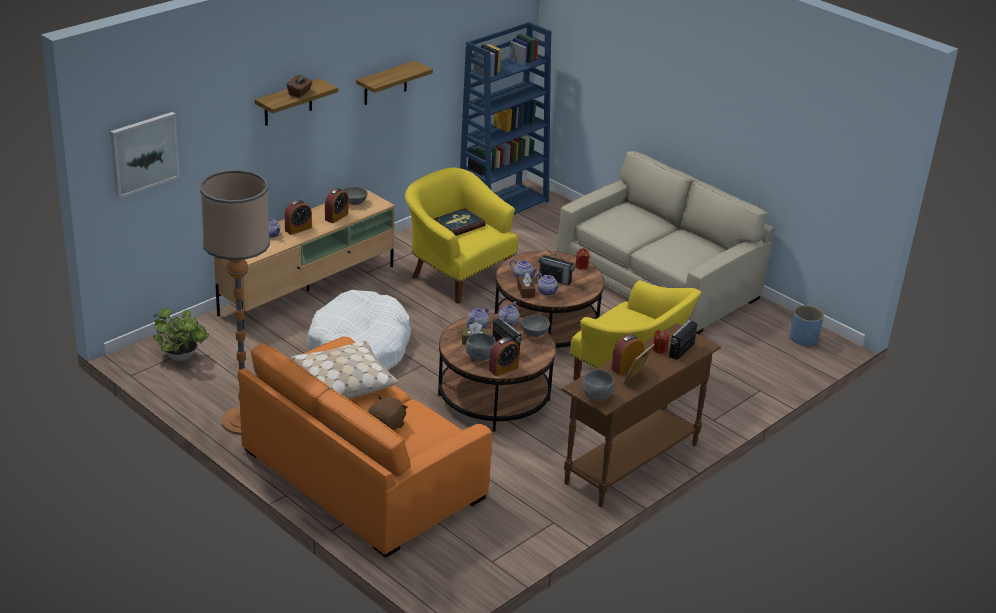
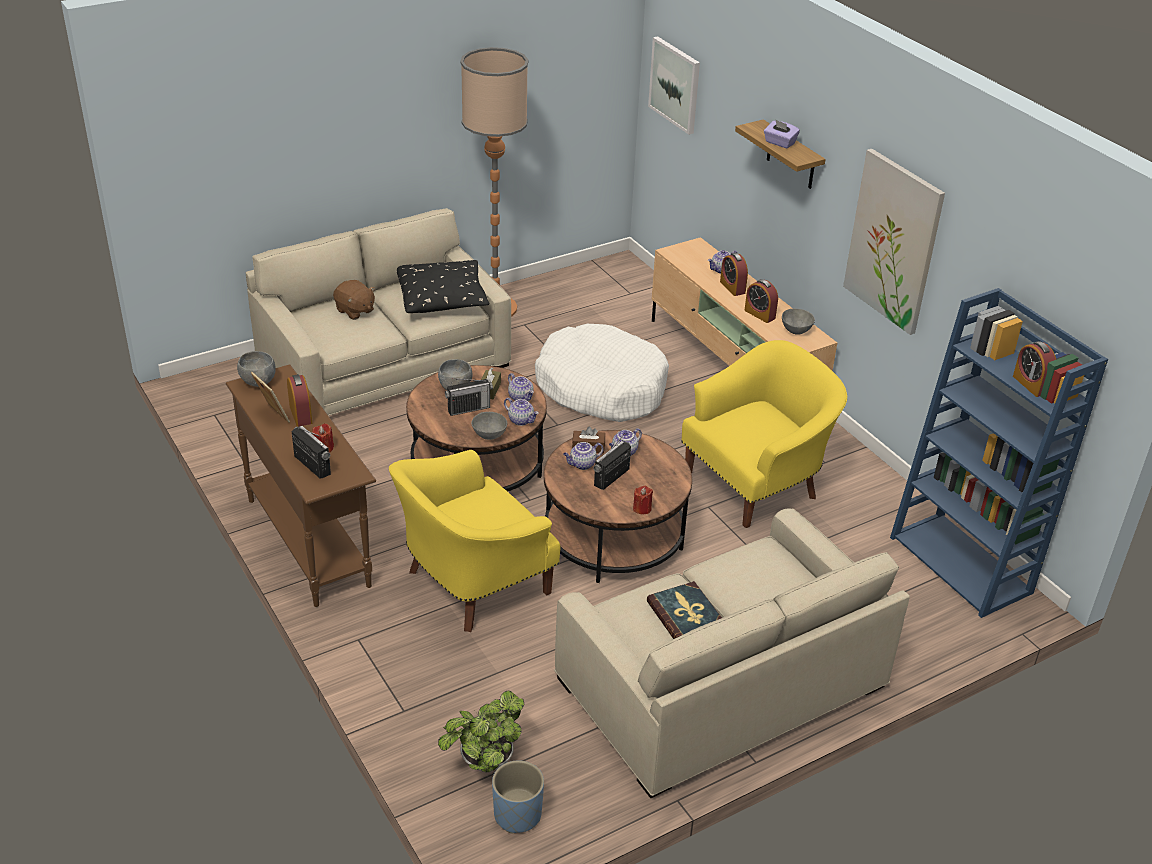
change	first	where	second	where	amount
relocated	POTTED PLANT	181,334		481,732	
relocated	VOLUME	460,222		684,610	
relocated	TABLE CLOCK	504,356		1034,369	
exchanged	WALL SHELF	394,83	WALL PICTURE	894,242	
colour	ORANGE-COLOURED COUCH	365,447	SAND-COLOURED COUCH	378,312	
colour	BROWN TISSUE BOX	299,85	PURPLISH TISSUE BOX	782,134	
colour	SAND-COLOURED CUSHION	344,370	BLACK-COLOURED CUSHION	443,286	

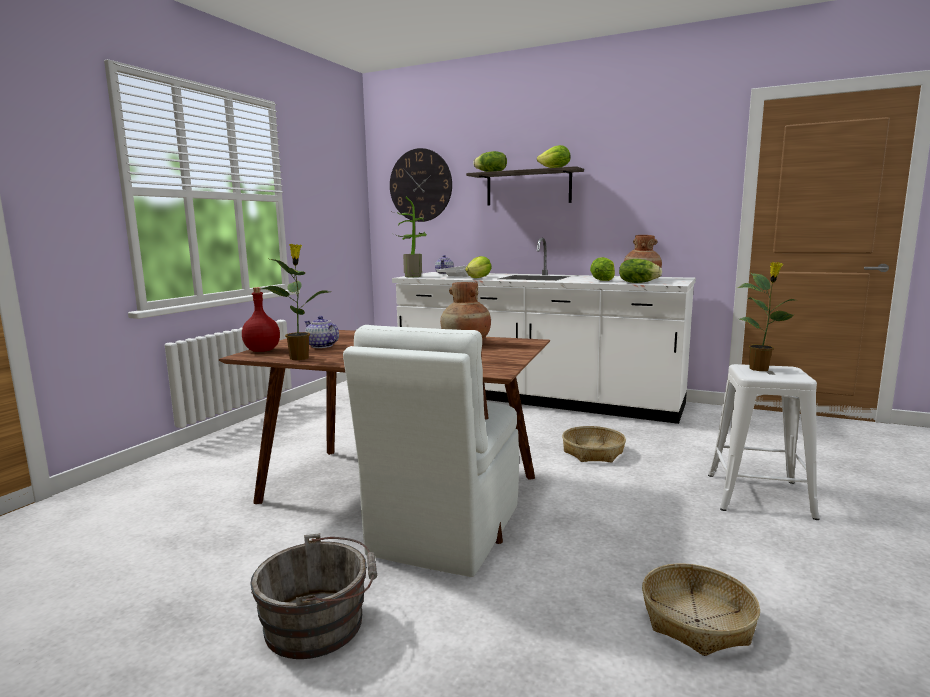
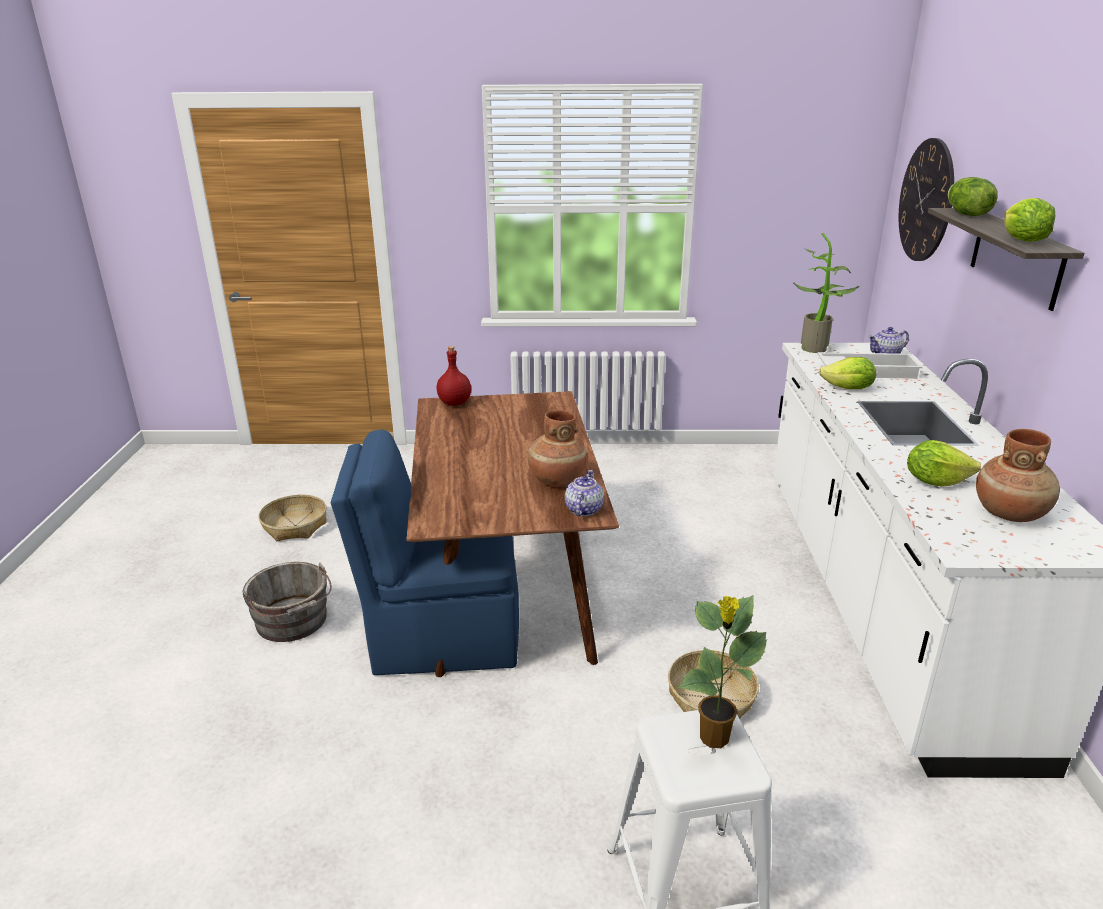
change	first	where	second	where	amount
missing	POTTED PLANT	295,302			
missing	HEAD OF LETTUCE	640,271			
relocated	TEA POT	321,332		584,493	
relocated	STORAGE BASKET	701,609		292,517	
colour	WHITE-COLOURED UPRIGHT CHAIR	431,451	BLUISH UPRIGHT CHAIR	425,552	

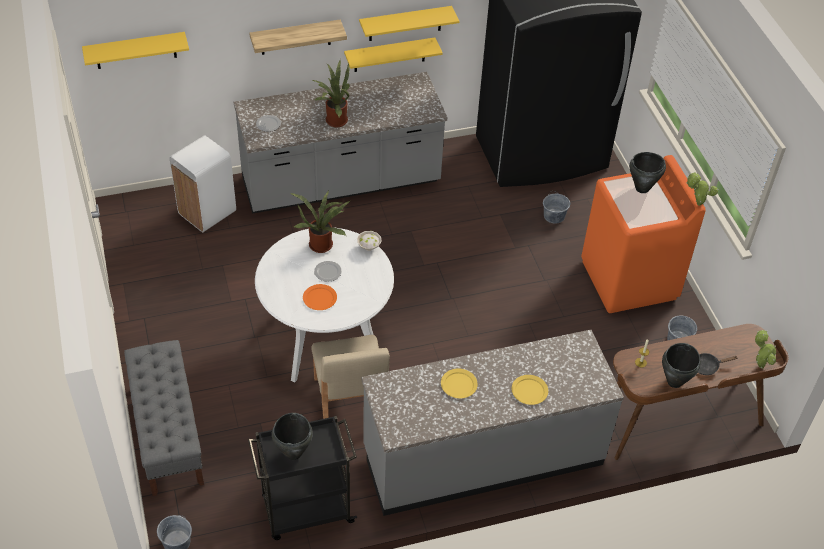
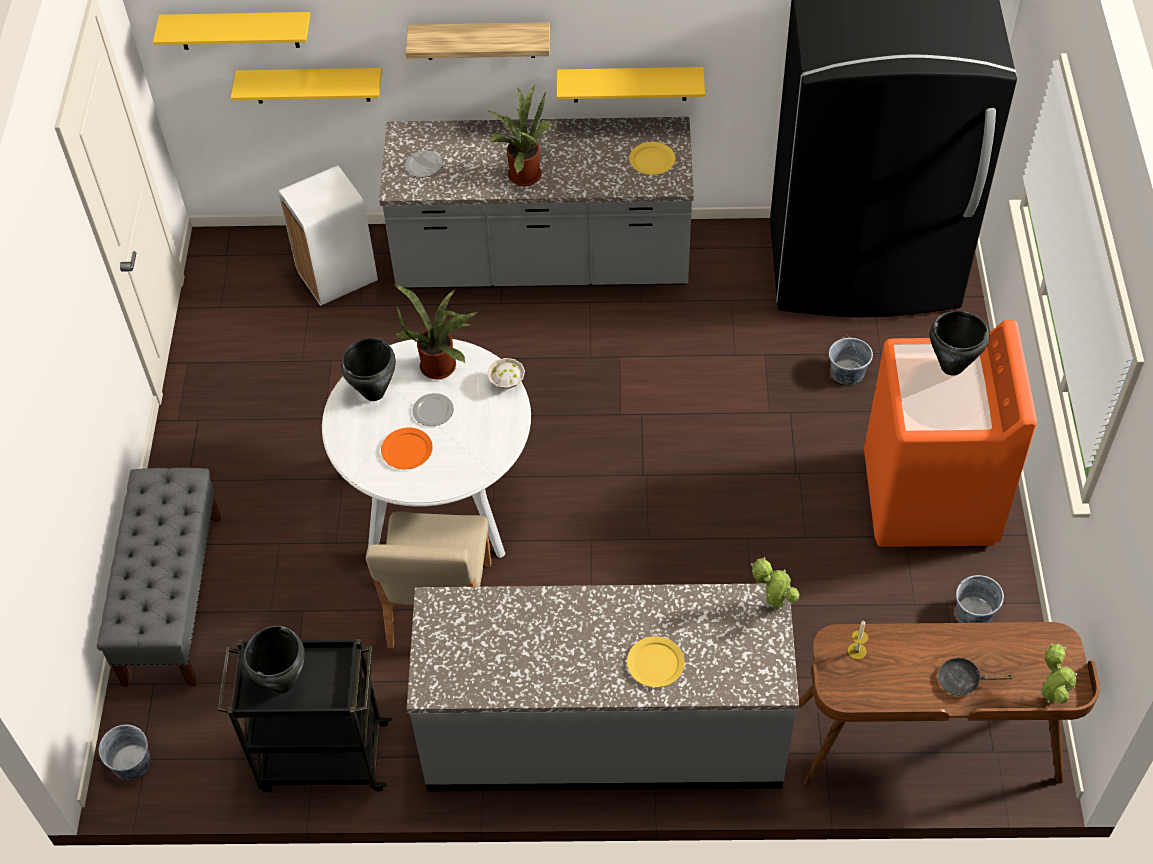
change	first	where	second	where	amount
relocated	YELLOWISH WALL SHELF	409,23		306,85	
relocated	YELLOWISH FLAT DISH	459,383		652,158	
relocated	BLACK-COLOURED SAUCEPOT	681,365		368,369	
relocated	POTTED PLANT	702,189		775,583	

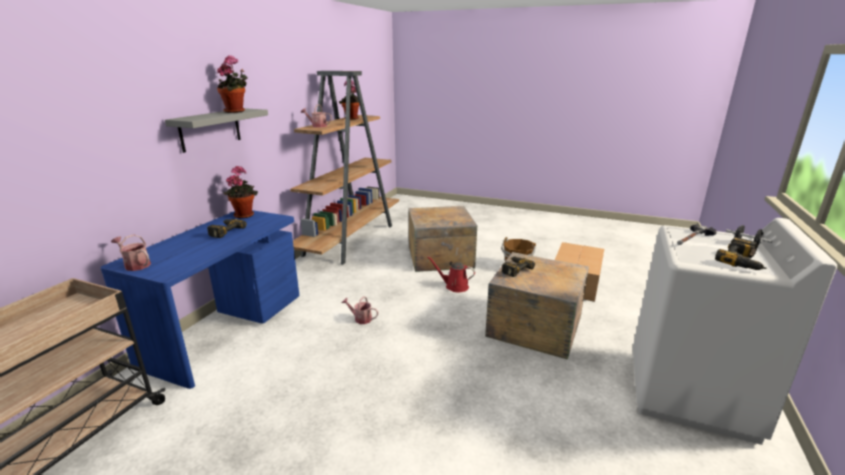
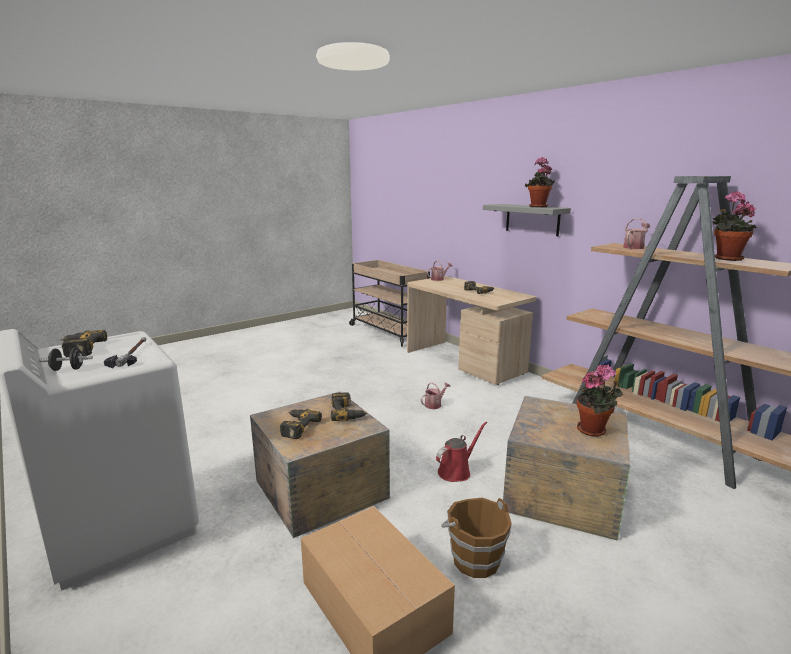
change	first	where	second	where	amount
appeared			DRILL	301,424	
relocated	POTTED PLANT	240,192		600,400	
colour	BLUISH DESK TABLE	200,299	SAND-COLOURED DESK TABLE	471,330	

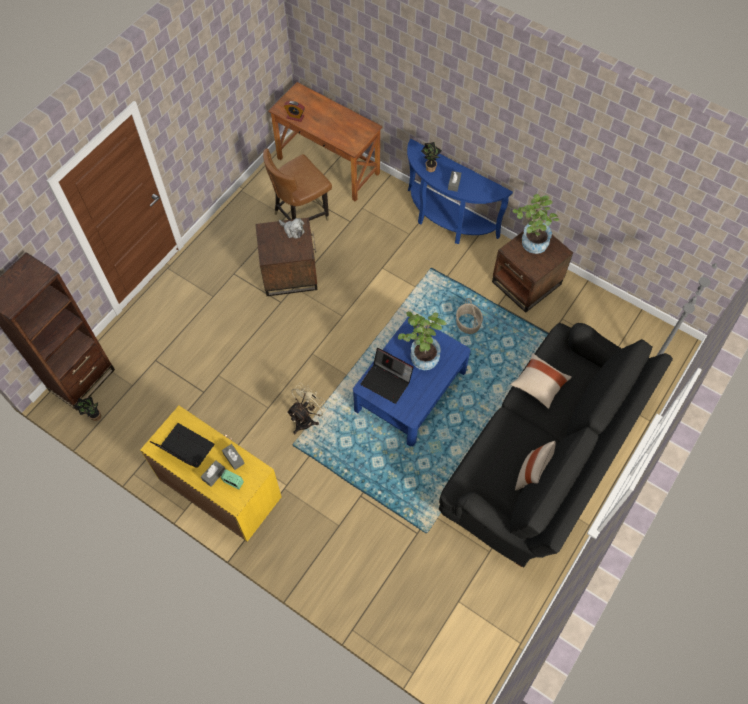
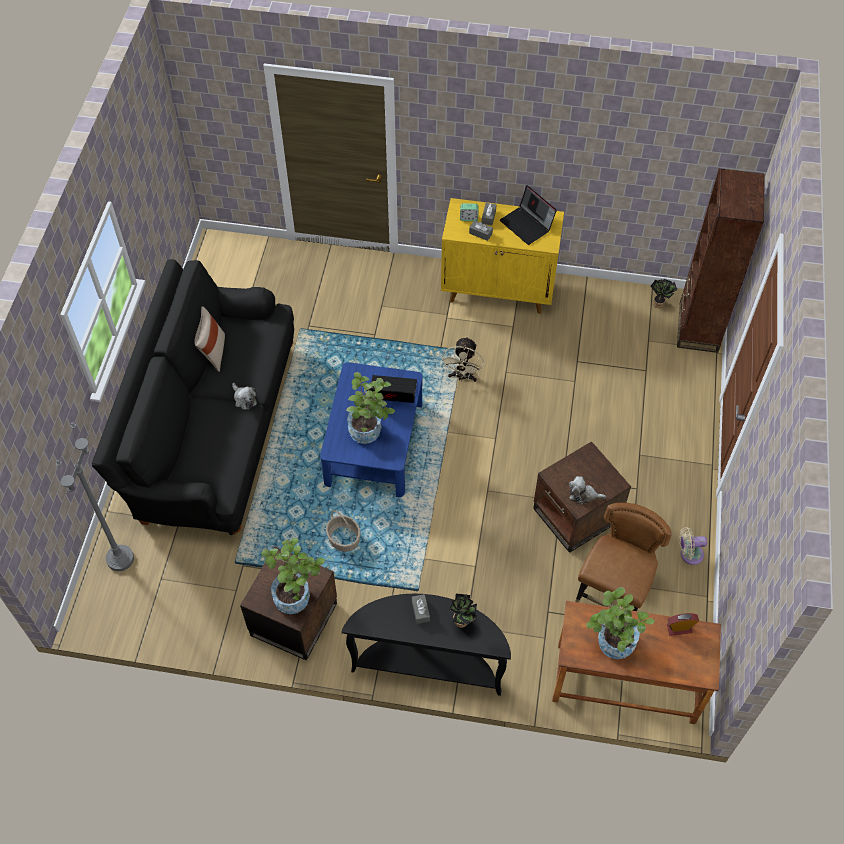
change	first	where	second	where	amount
missing	SAND-COLOURED CUSHION	541,381			
appeared			CUDDLY TOY	244,396	
appeared			POTTED PLANT	620,623	
appeared			SAND-COLOURED COOLING FAN	693,546	
colour	BLUISH HALL TABLE	460,191	BLACK-COLOURED HALL TABLE	426,645	
spun	PORTABLE COMPUTER	182,445		528,215	45 degrees clockwise

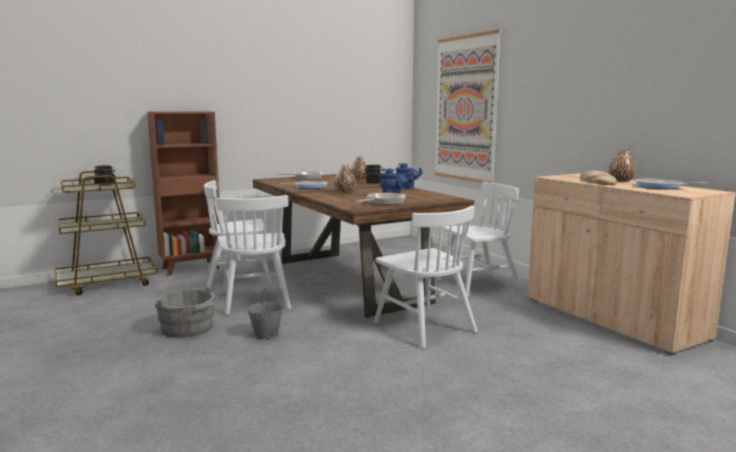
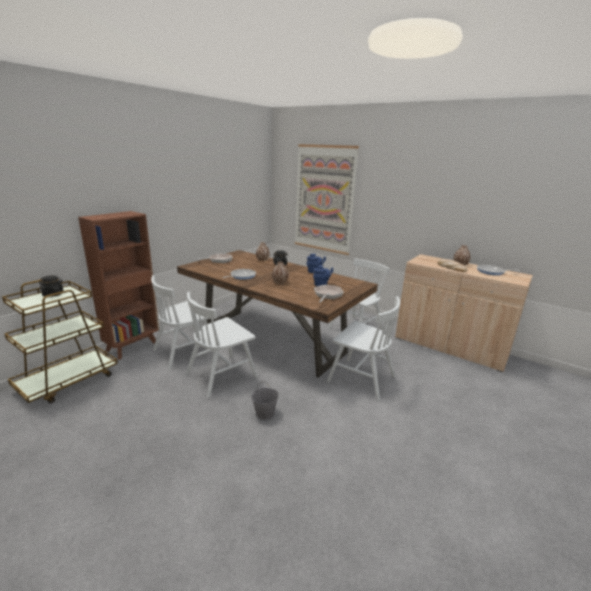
change	first	where	second	where	amount
missing	GRAY PAIL	188,312			
spun	WHITE-COLOURED UPRIGHT CHAIR	254,255		222,345	90 degrees clockwise

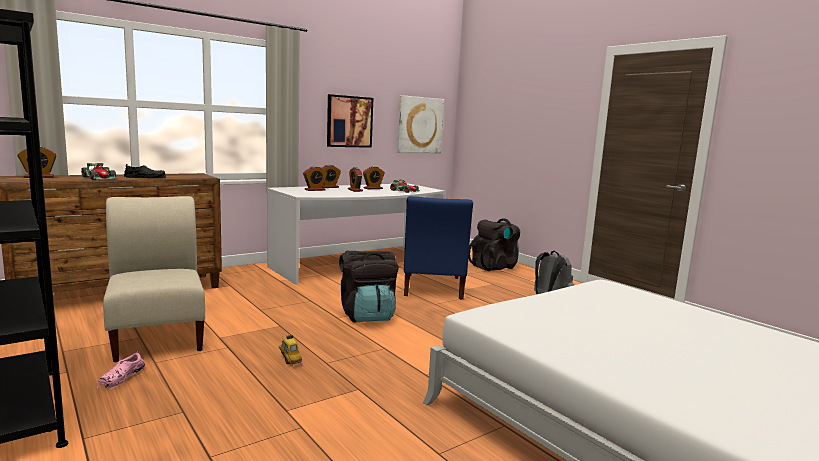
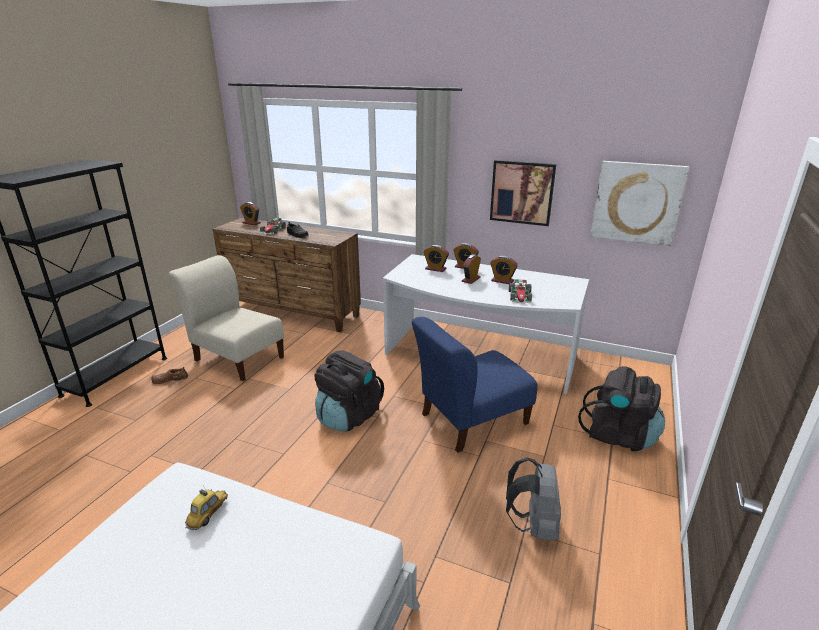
change	first	where	second	where	amount
relocated	TOY CAR	290,350		206,509	
colour	PINK ITEM OF FOOTWEAR	121,370	BROWN ITEM OF FOOTWEAR	169,375	
spun	SAND-COLOURED UPRIGHT CHAIR	154,279		226,318	90 degrees counterclockwise

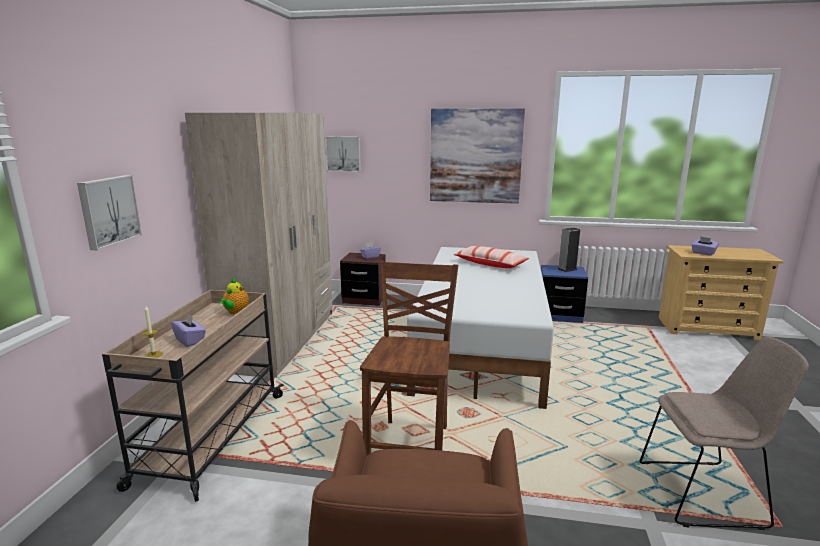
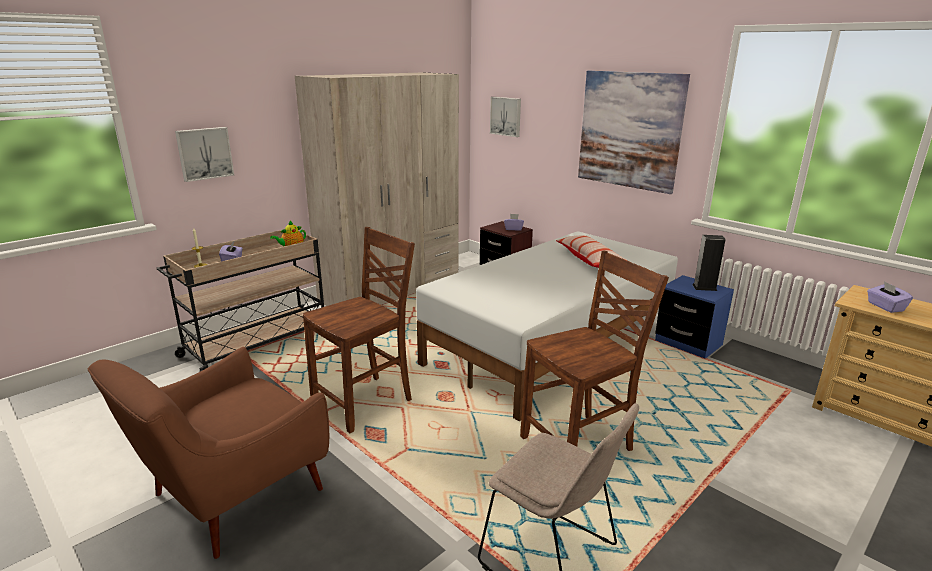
change	first	where	second	where	amount
appeared			BROWN UPRIGHT CHAIR	594,350	

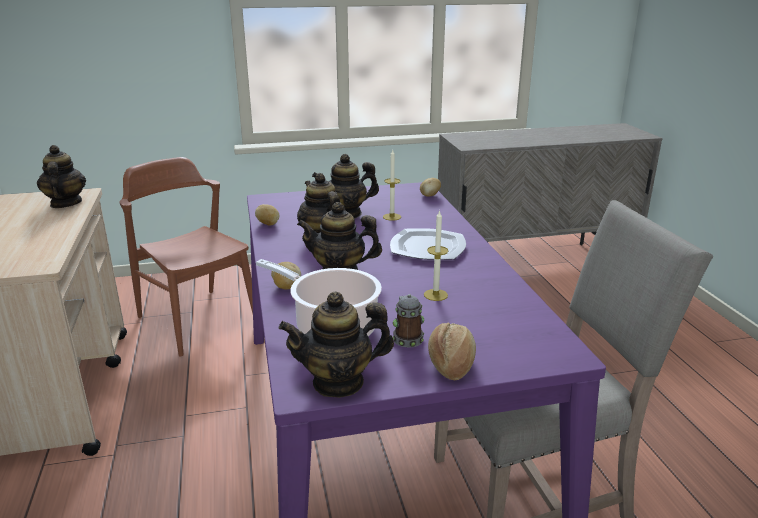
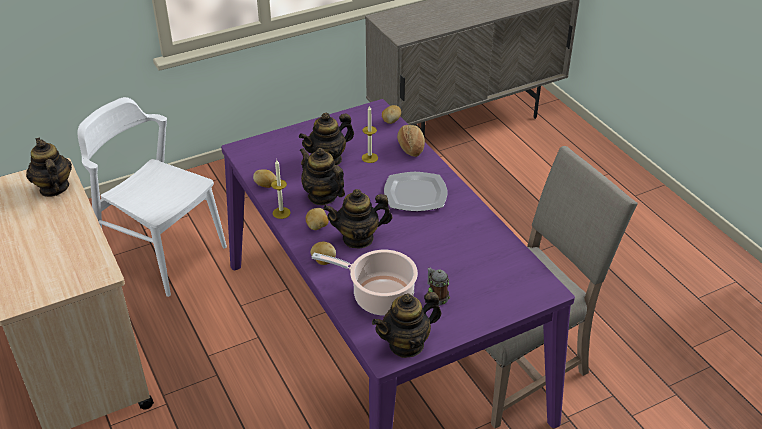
change	first	where	second	where	amount
appeared			WHOLE POTATO	317,219	
relocated	CANDLE	436,255		281,189	
relocated	BREAD	452,351		411,141	
colour	BROWN UPRIGHT CHAIR	186,256	WHITE-COLOURED UPRIGHT CHAIR	152,197	

